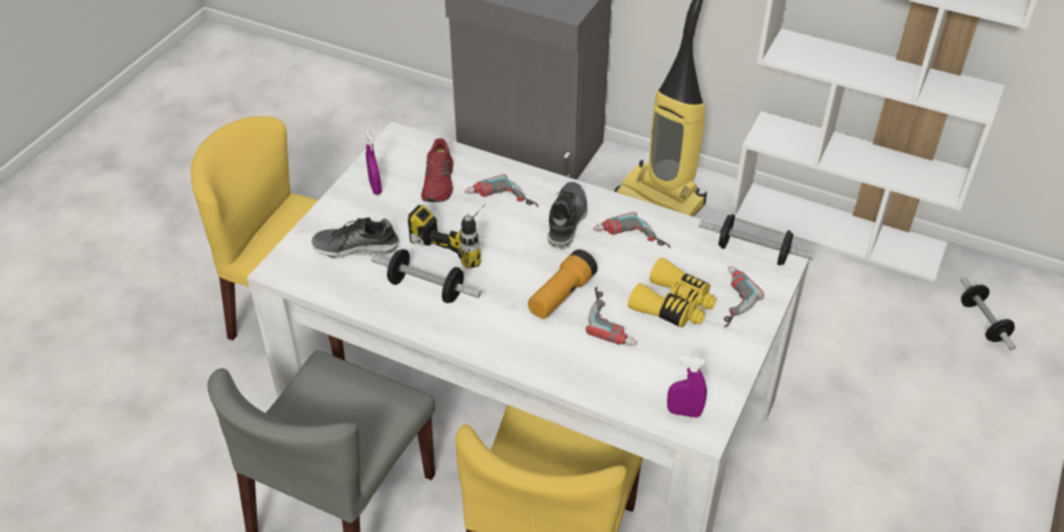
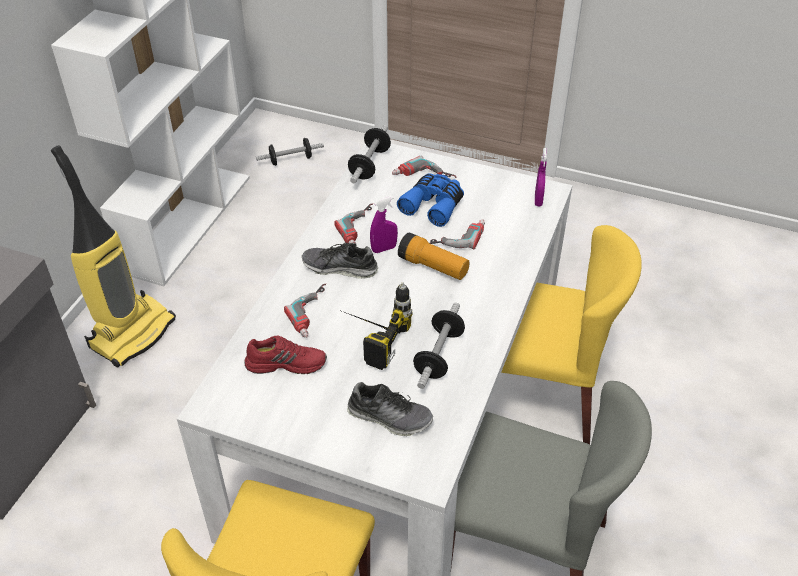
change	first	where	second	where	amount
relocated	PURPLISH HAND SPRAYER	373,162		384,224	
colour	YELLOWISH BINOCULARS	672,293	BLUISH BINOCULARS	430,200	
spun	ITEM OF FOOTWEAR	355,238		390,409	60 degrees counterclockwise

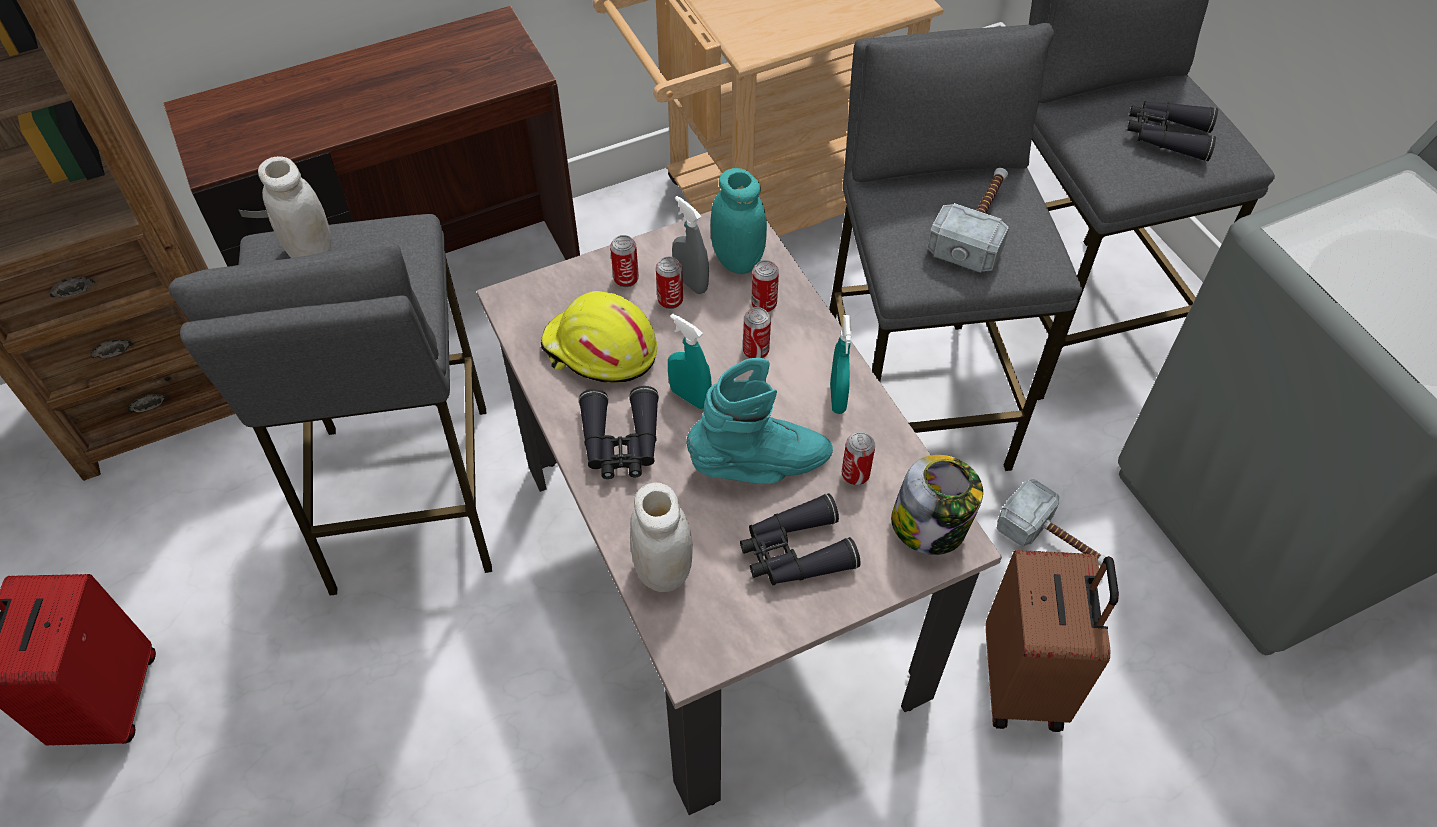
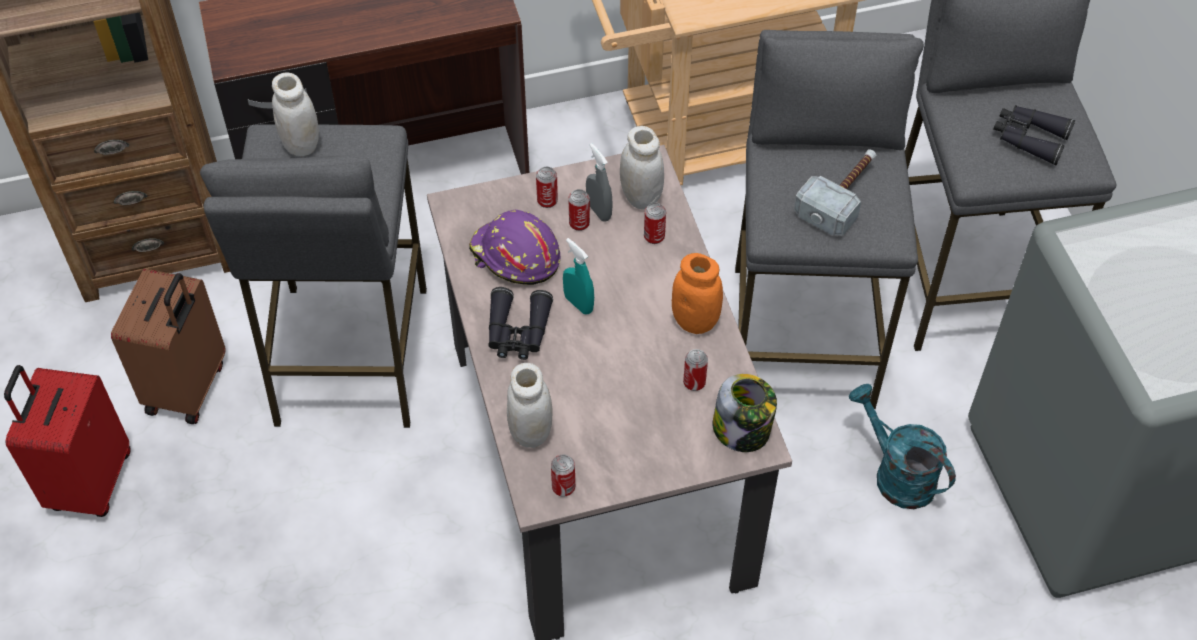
change	first	where	second	where	amount
missing	TURQUOISE-COLOURED TALL BOOT	759,421			
missing	BLACK-COLOURED BINOCULARS	800,539			
relocated	CAN	757,332		563,475	
relocated	BROWN SUITCASE	1052,641		168,346	
exchanged	TURQUOISE-COLOURED HAND SPRAYER	841,364	ORANGE-COLOURED STORAGE JAR	697,293	
exchanged	HAMMER	1052,522	TURQUOISE-COLOURED WATERING CAN	902,446	
colour	YELLOWISH HARD HAT	599,337	PURPLISH HARD HAT	514,247	
colour	TURQUOISE-COLOURED STORAGE JAR	738,221	WHITE-COLOURED STORAGE JAR	642,168	

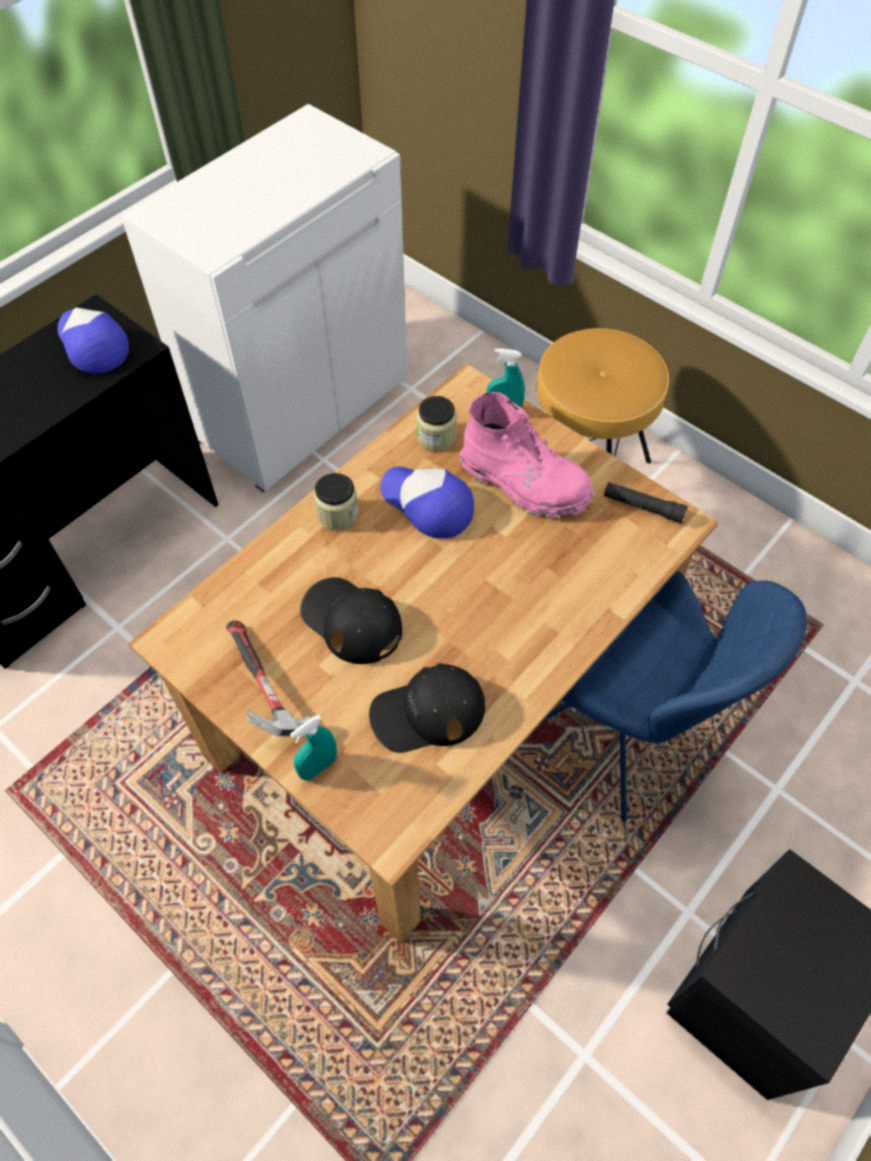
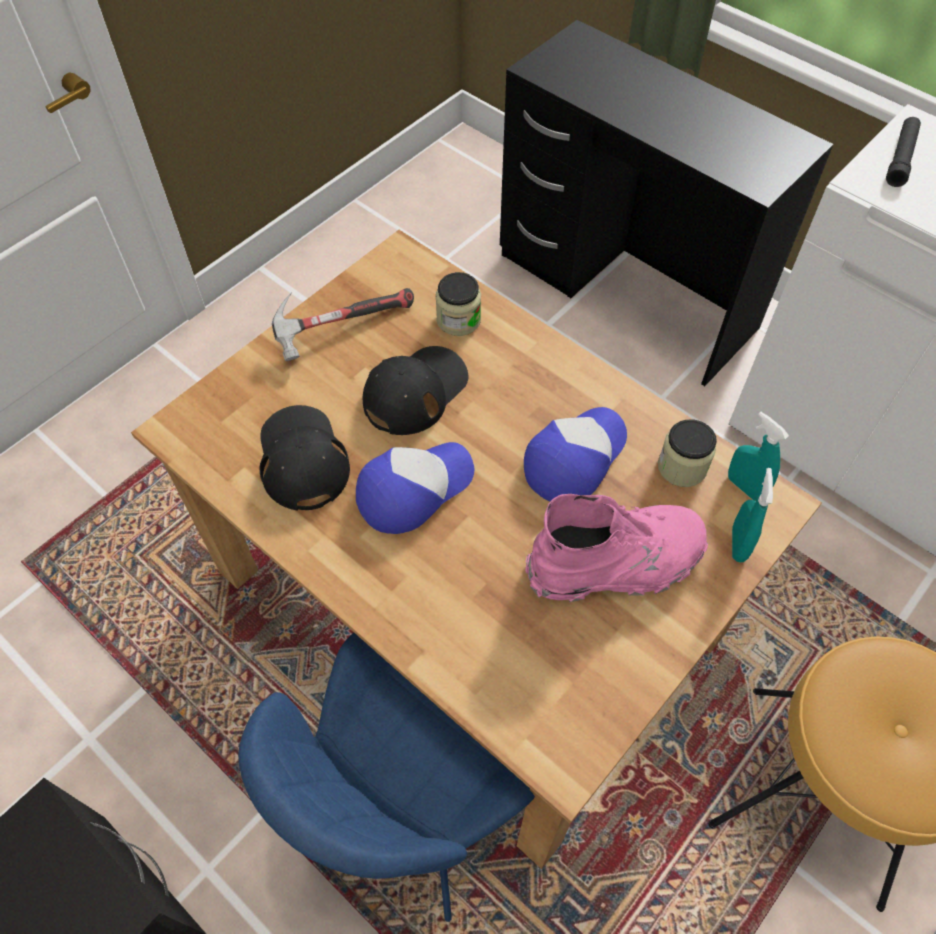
change	first	where	second	where	amount
relocated	PEAKED CAP	93,341		415,488	
relocated	TURQUOISE-COLOURED HAND SPRAYER	313,748		758,456	
relocated	STORAGE JAR	336,501		458,304	
relocated	BLACK-COLOURED TORCH	646,503		903,152	
spun	PINK TALL BOOT	527,455		616,548	135 degrees counterclockwise

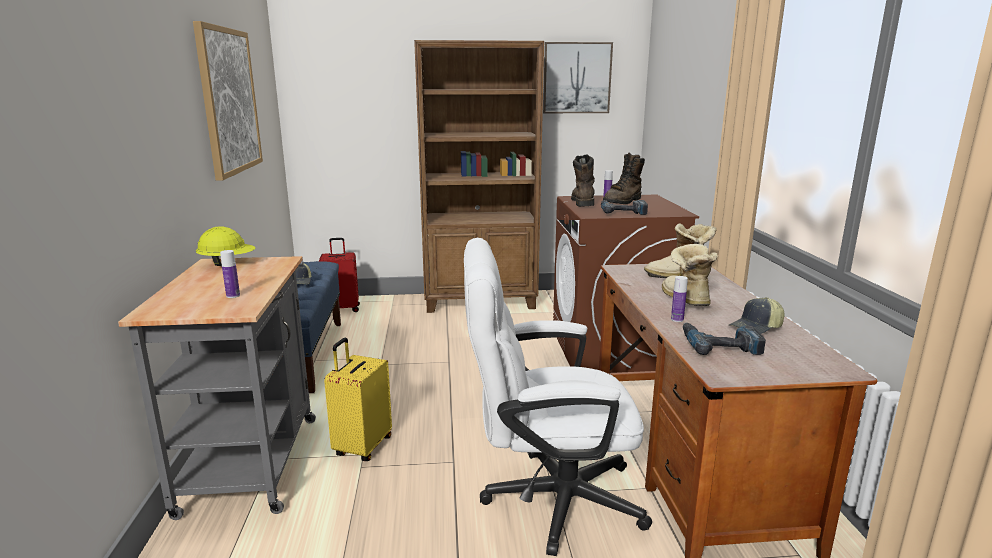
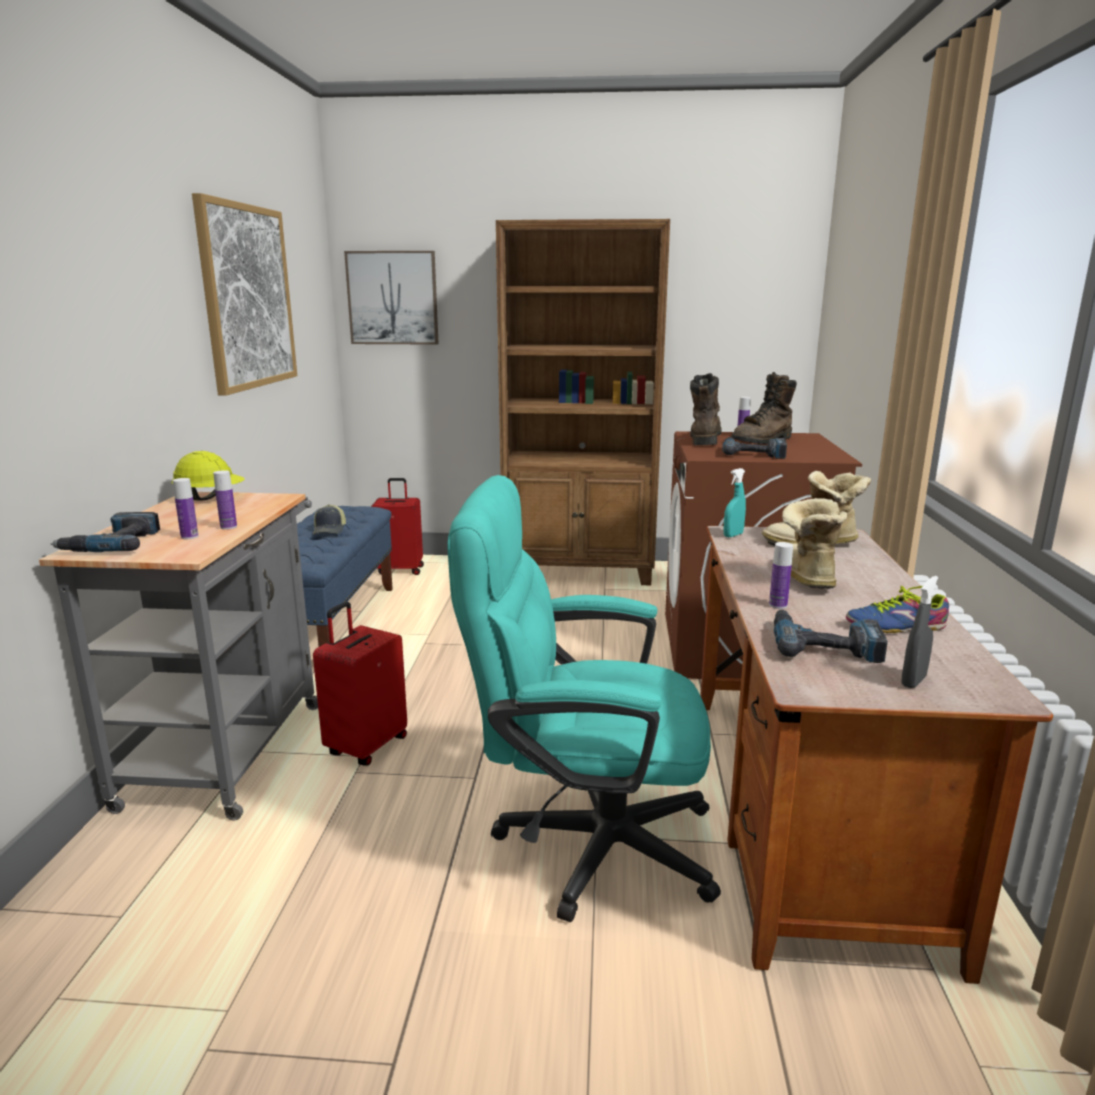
change	first	where	second	where	amount
appeared			DRILL	105,532	
appeared			BEVERAGE BOTTLE	225,500	
appeared			TURQUOISE-COLOURED HAND SPRAYER	734,502	
appeared			GRAY HAND SPRAYER	919,632	
relocated	WALL PICTURE	578,77		391,298	
exchanged	PEAKED CAP	757,315	ITEM OF FOOTWEAR	897,609	
colour	YELLOWISH SUITCASE	358,399	REDDISH SUITCASE	360,683	
colour	WHITE-COLOURED DESK CHAIR	558,397	TURQUOISE-COLOURED DESK CHAIR	584,698	

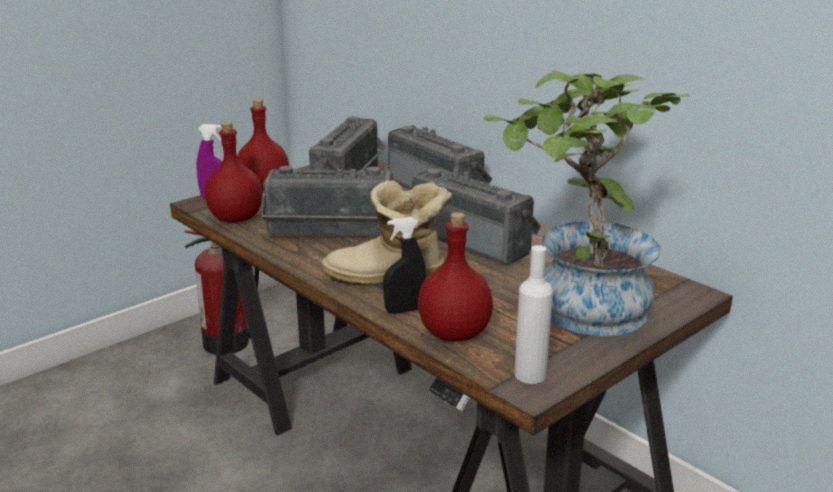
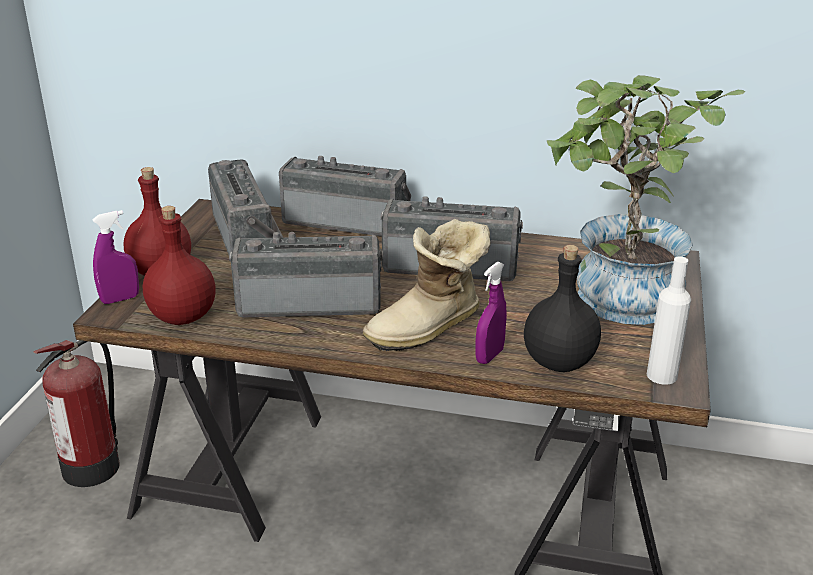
change	first	where	second	where	amount
colour	BLACK-COLOURED HAND SPRAYER	404,265	PURPLISH HAND SPRAYER	491,312	
colour	REDDISH BEVERAGE BOTTLE	455,277	BLACK-COLOURED BEVERAGE BOTTLE	562,308	
spun	RADIO SET	327,201		306,274	150 degrees counterclockwise

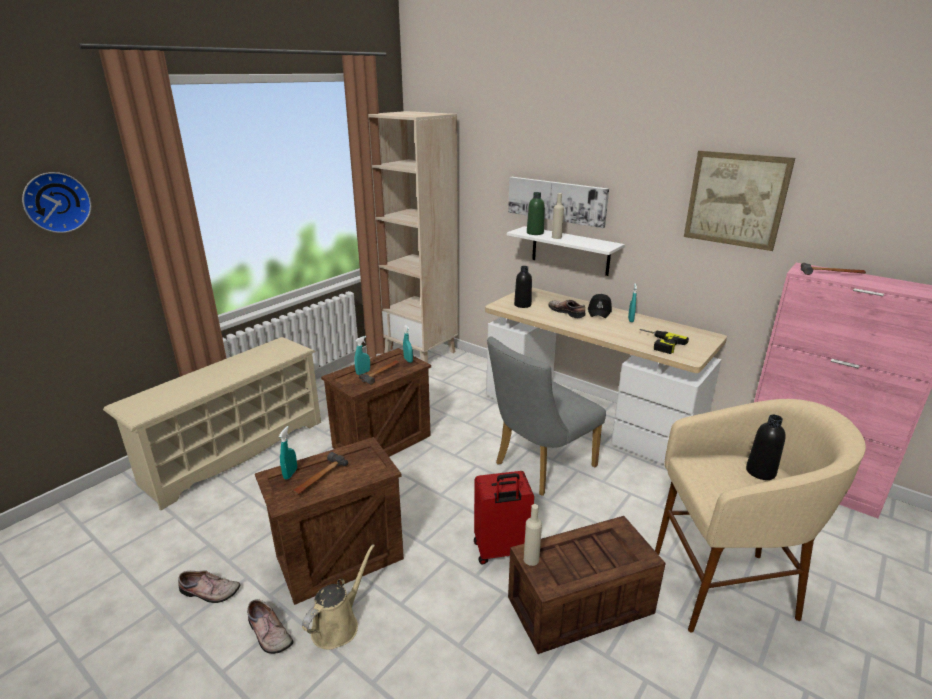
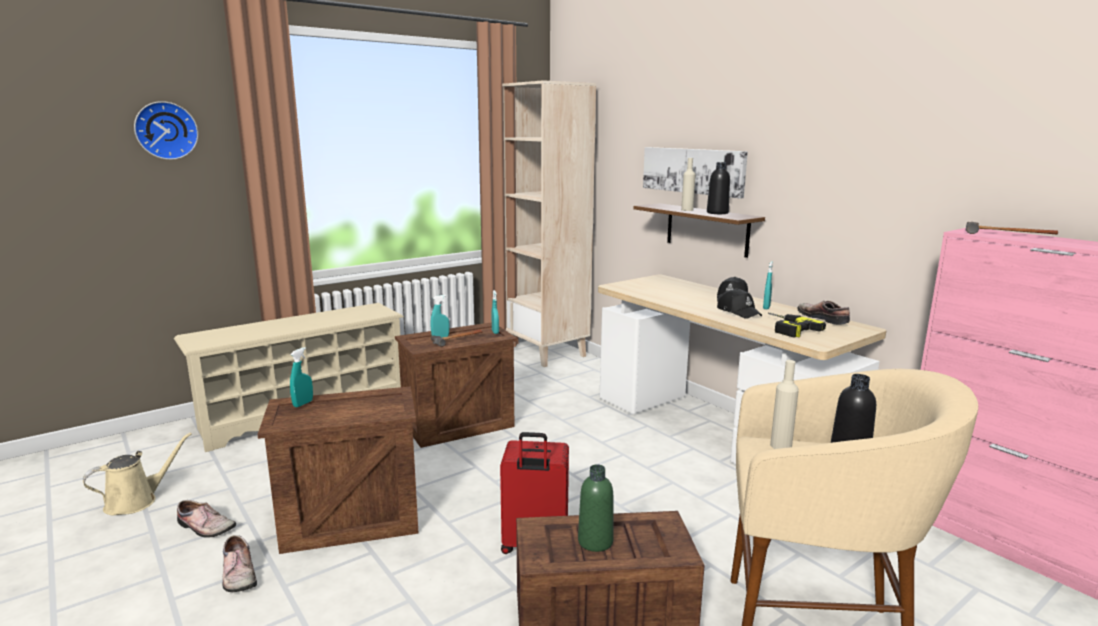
change	first	where	second	where	amount
missing	HAMMER	320,473			
missing	GRAY UPRIGHT CHAIR	546,416			
missing	WALL PICTURE	739,200			
appeared			BLACK-COLOURED PEAKED CAP	739,303	
relocated	SAND-COLOURED WATERING CAN	338,597		137,473	
relocated	BLACK-COLOURED BEVERAGE BOTTLE	523,287		718,188	
relocated	SAND-COLOURED BEVERAGE BOTTLE	533,535		784,404	
relocated	GREEN-COLOURED BEVERAGE BOTTLE	536,213		596,508	
relocated	ITEM OF FOOTWEAR	566,309		823,313	
colour	WHITE-COLOURED WALL SHELF	566,251	BROWN WALL SHELF	699,230	

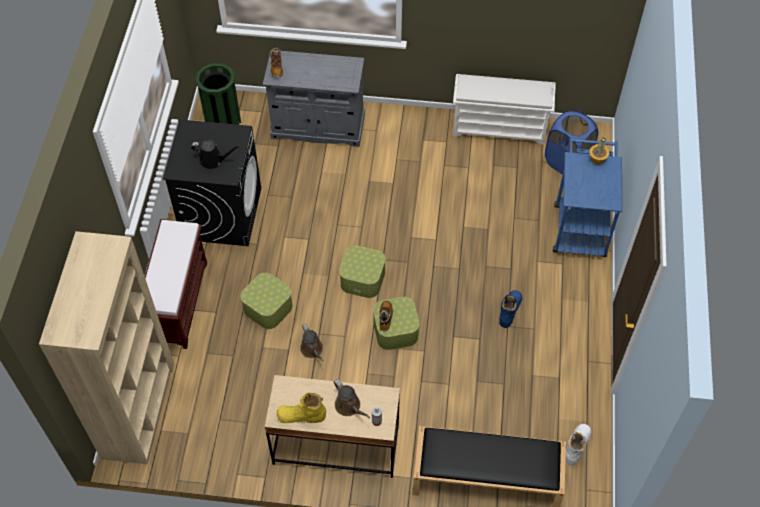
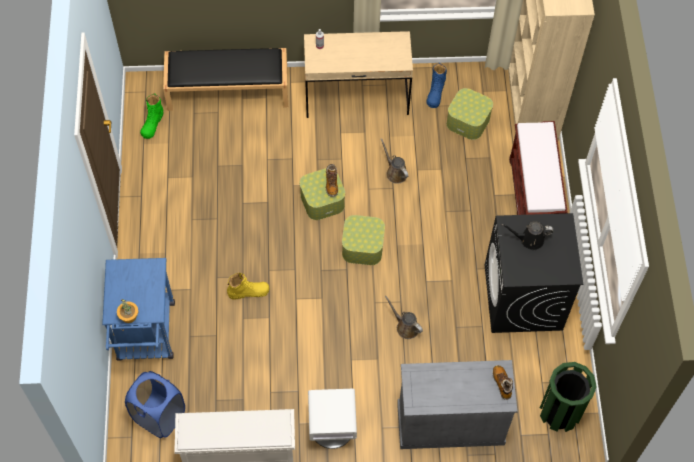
change	first	where	second	where	amount
appeared			WHITE-COLOURED BEDSIDE TABLE	332,419	
relocated	STORAGE CONTAINER	267,301		469,114	
relocated	YELLOWISH TALL BOOT	301,408		248,286	
relocated	BROWN WATERING CAN	352,398		404,317	
relocated	BLUISH TALL BOOT	510,309		437,85	
colour	WHITE-COLOURED TALL BOOT	578,444	GREEN-COLOURED TALL BOOT	151,116	

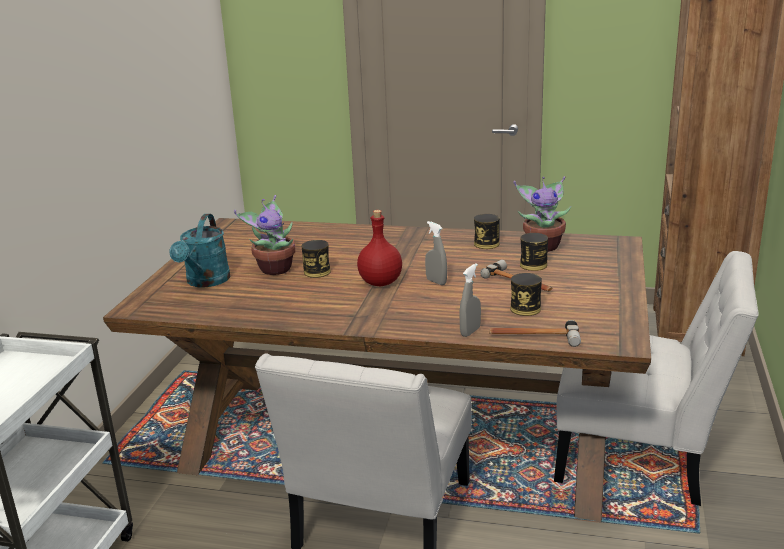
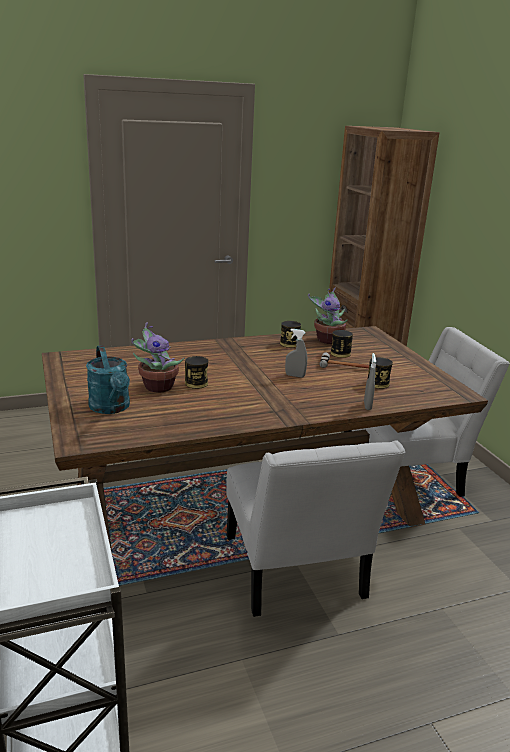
change	first	where	second	where	amount
missing	REDDISH BEVERAGE BOTTLE	379,248			
missing	HAMMER	535,333			

